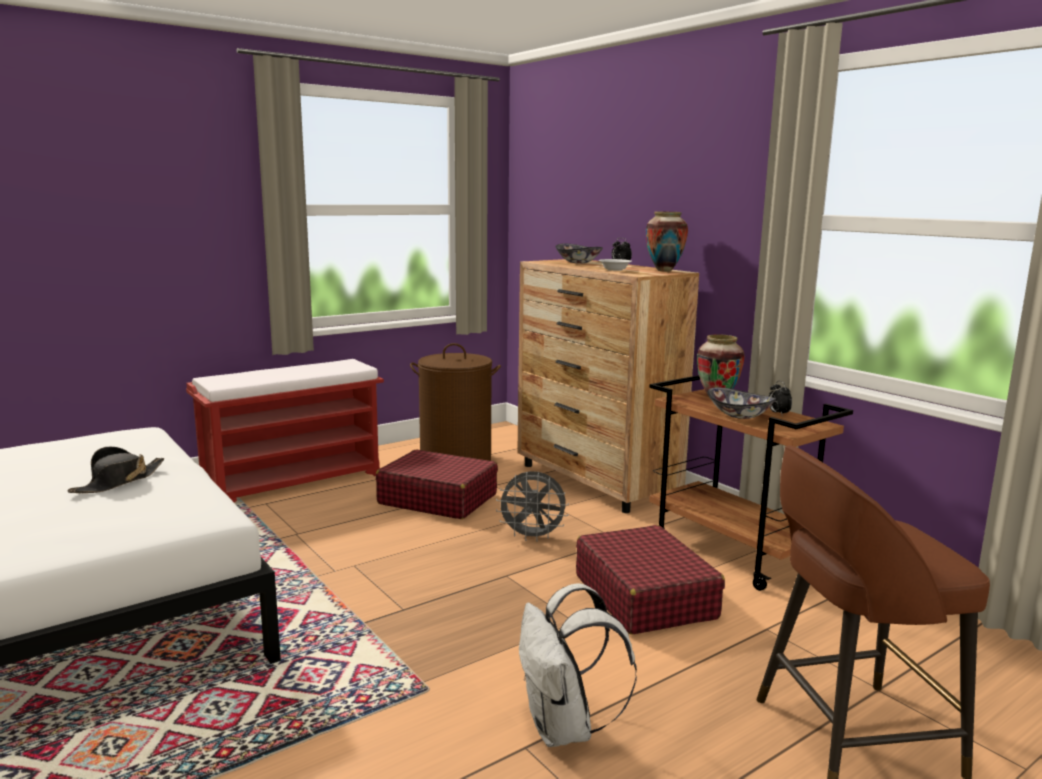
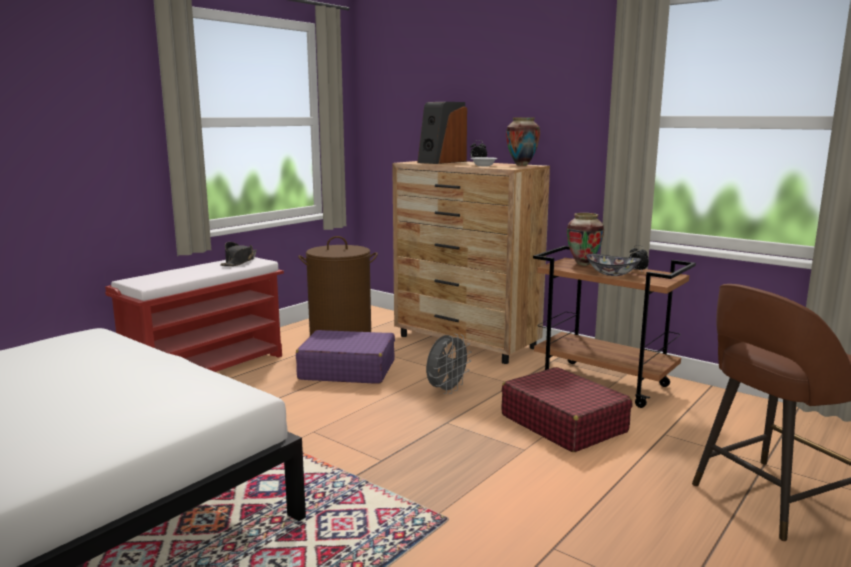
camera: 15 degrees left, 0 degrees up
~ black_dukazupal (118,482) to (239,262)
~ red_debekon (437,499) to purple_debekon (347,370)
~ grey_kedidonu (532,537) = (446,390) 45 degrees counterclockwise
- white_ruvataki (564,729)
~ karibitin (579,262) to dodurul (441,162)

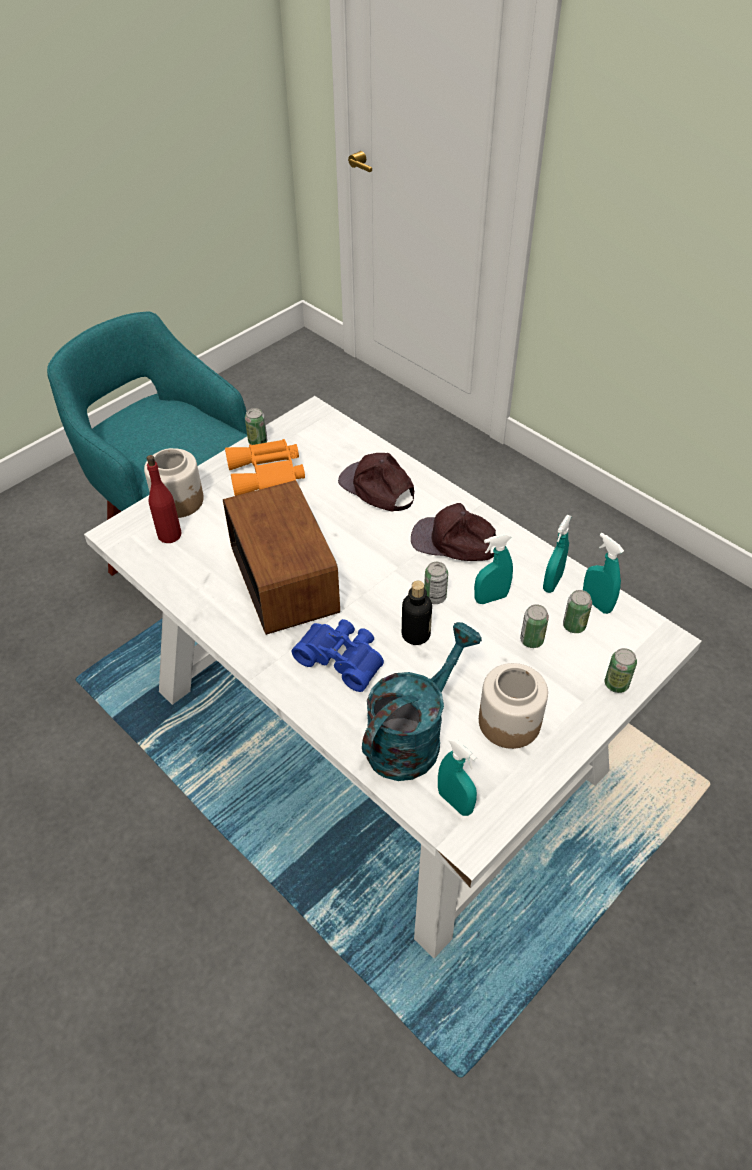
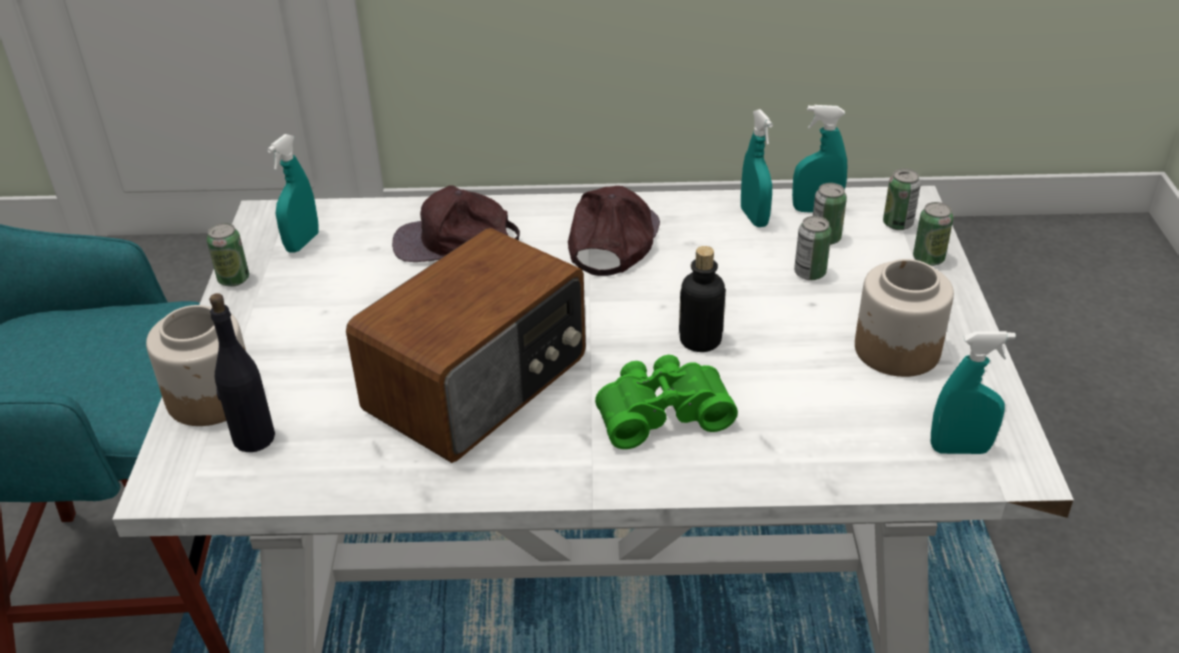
camera: 45 degrees left, 10 degrees down
~ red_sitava (169,535) to black_sitava (253,438)
~ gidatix (286,578) = (480,384) 105 degrees clockwise
- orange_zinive (267,475)
~ blue_zinive (342,658) to green_zinive (661,412)
- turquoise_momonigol (412,736)
~ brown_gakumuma (454,542) = (612,240) 135 degrees clockwise
~ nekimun (435,597) to (897,224)
~ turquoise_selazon (491,598) to (302,242)

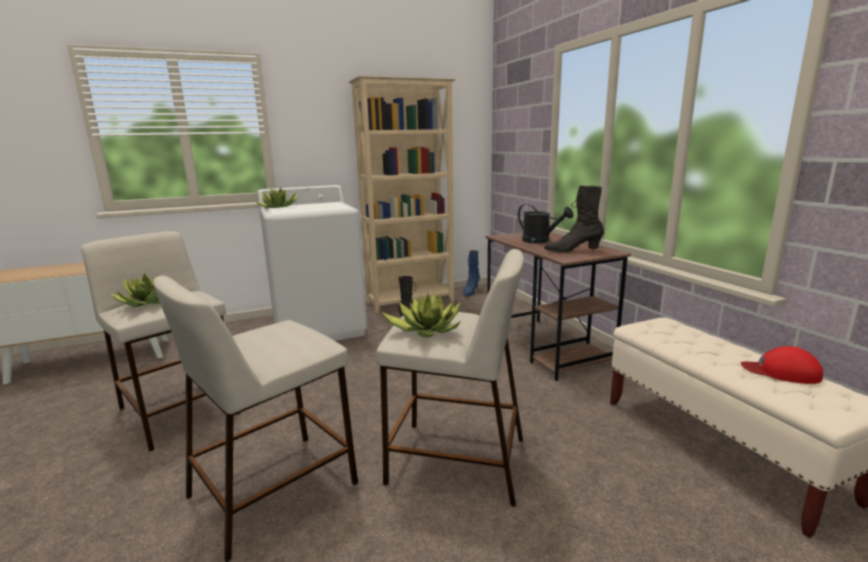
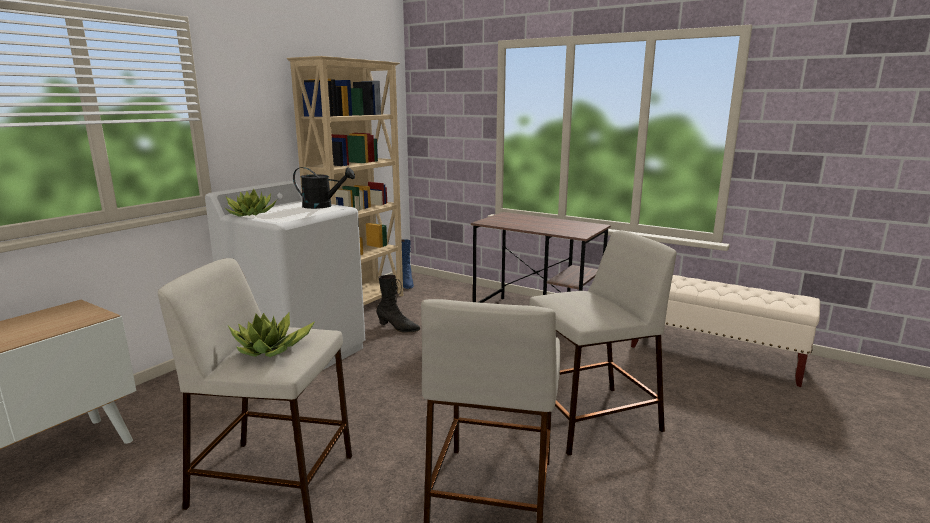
camera: 35 degrees left, 0 degrees up
- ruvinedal (426,329)
~ black_momonigol (540,241) to (323,206)
- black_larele (572,250)
- red_gakumuma (781,372)

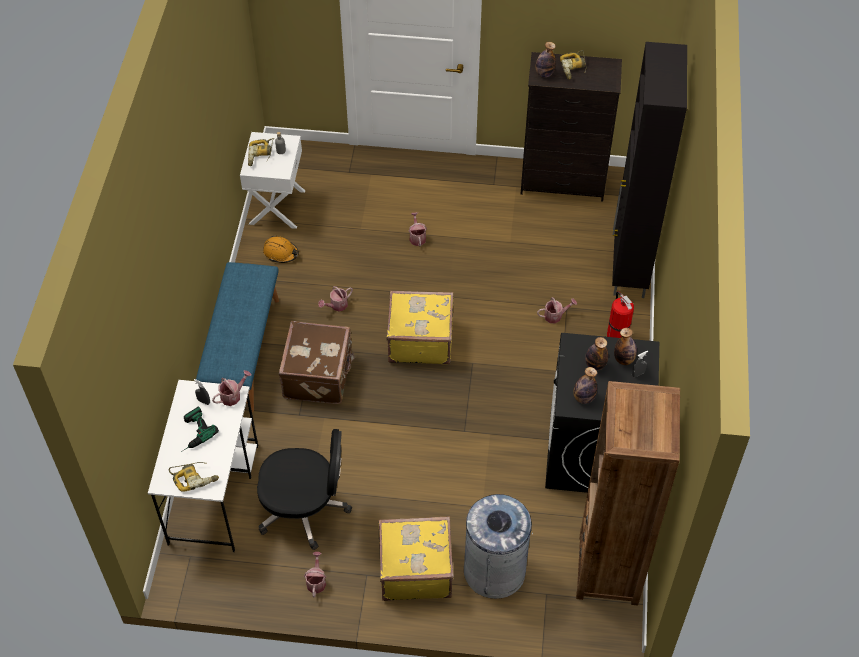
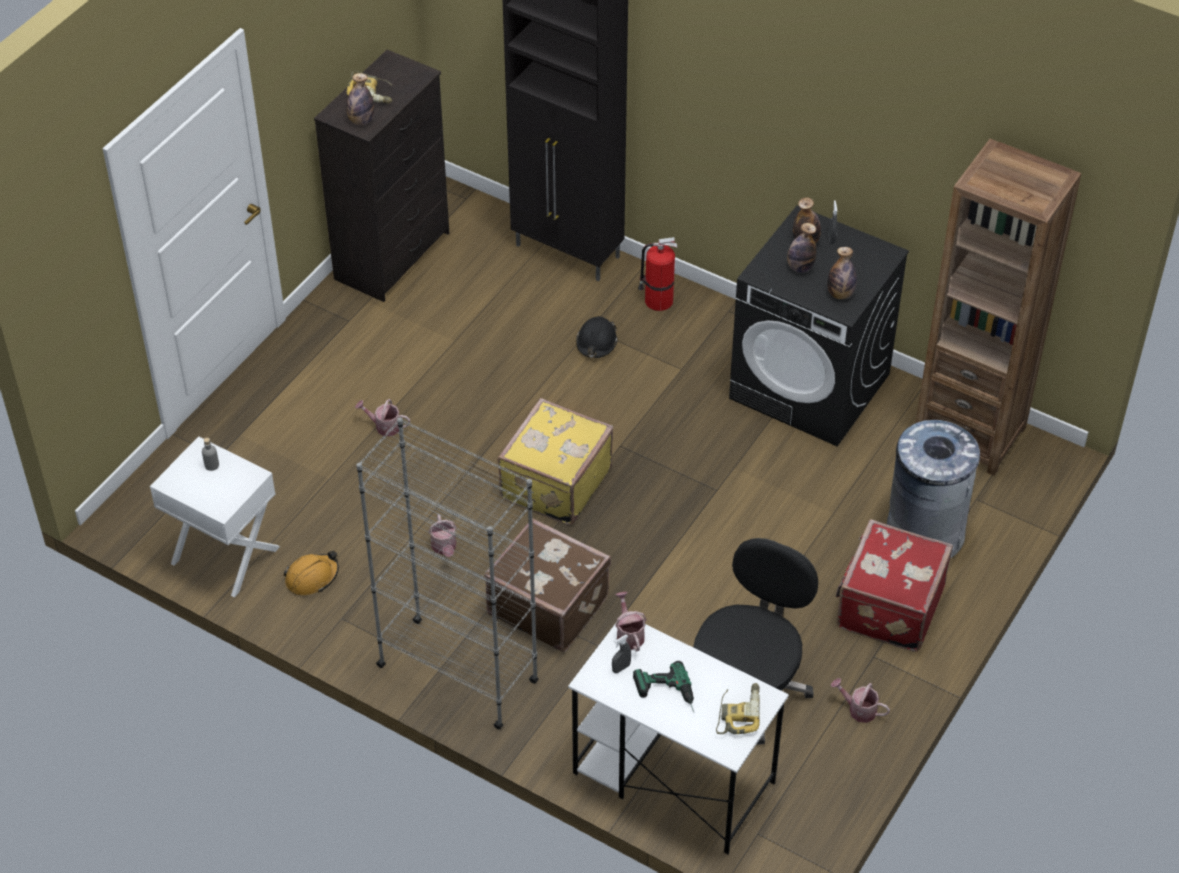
camera: 65 degrees left, 5 degrees down
~ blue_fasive (242,351) to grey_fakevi (458,674)
- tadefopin (261,155)
~ yellow_debekon (415,569) to red_debekon (888,606)
~ momonigol (555,316) to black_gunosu (596,343)

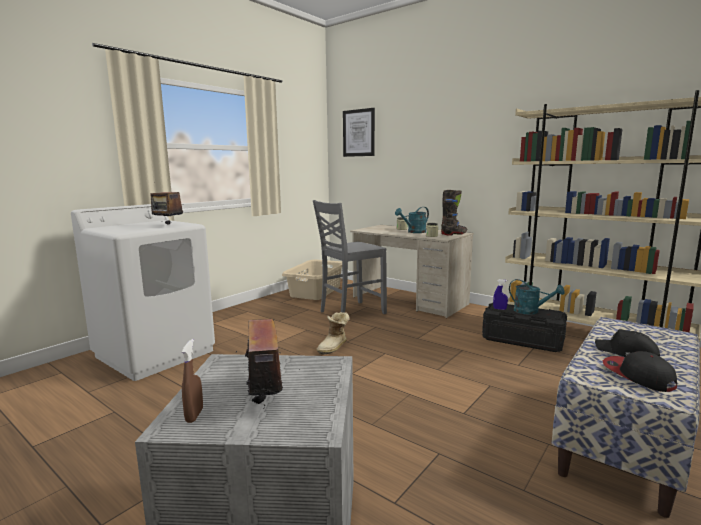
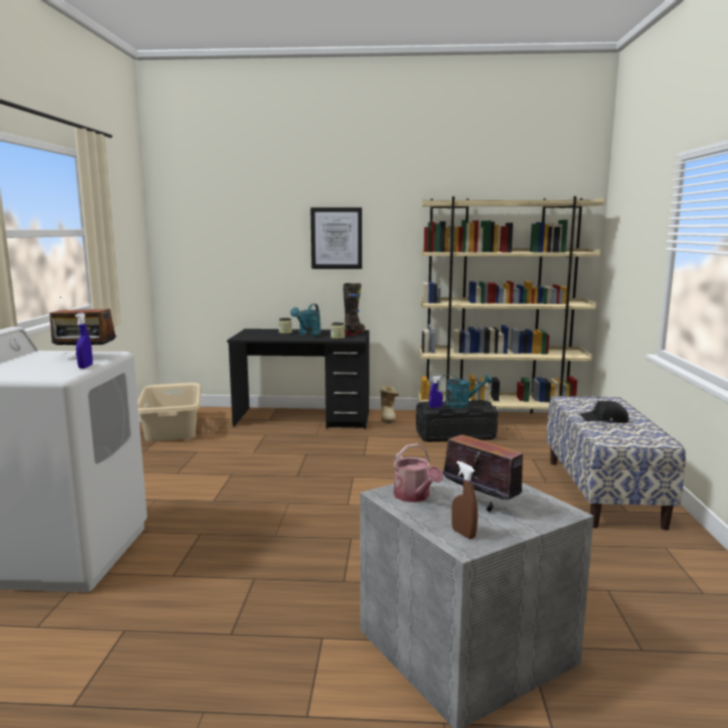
camera: 35 degrees left, 0 degrees up
- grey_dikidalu (350,312)
~ larele (334,347) to (388,417)
~ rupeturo (359,133) to (336,238)
~ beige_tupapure (409,301) to black_tupapure (303,418)
- gakumuma (637,375)
+ blue_selazon (85,367)
+ momonigol (414,496)

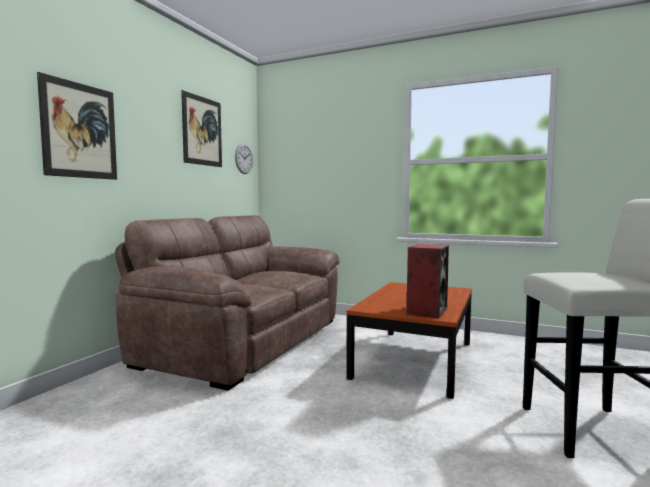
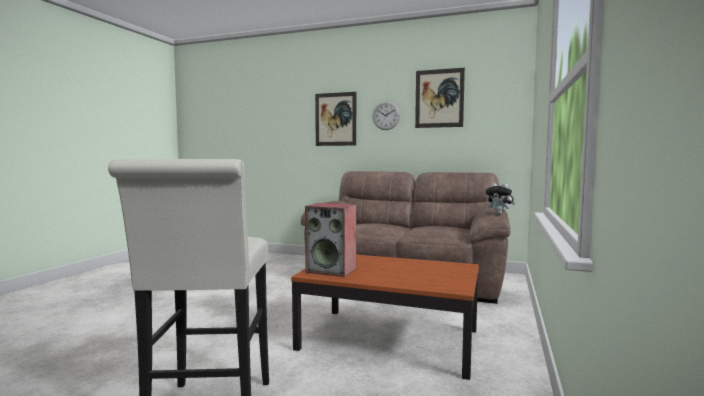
camera: 85 degrees right, 0 degrees up
~ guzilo (244,158) to (386,115)
+ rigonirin (499,214)

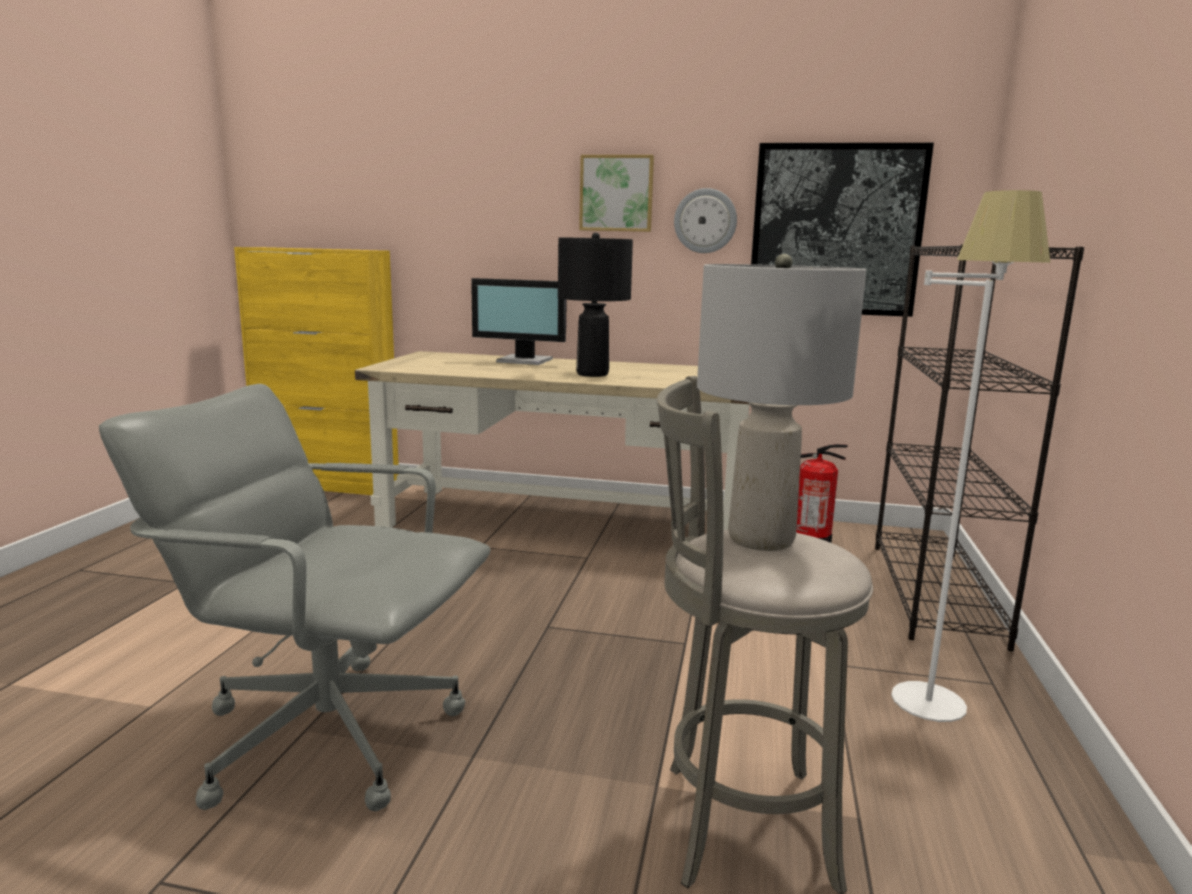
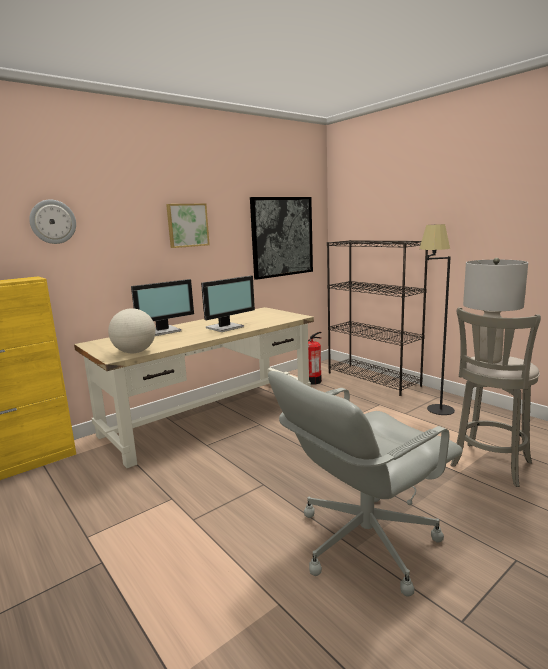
camera: 50 degrees left, 0 degrees up
~ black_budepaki (593,374) to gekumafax (226,327)
~ guzilo (705,221) to (53,222)
~ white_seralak (932,686) to black_seralak (432,405)
+ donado (135,352)

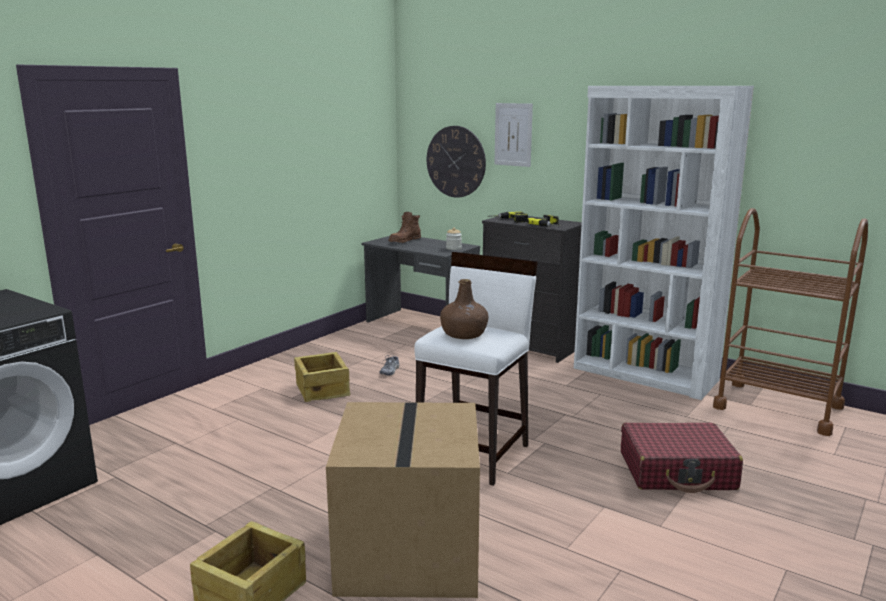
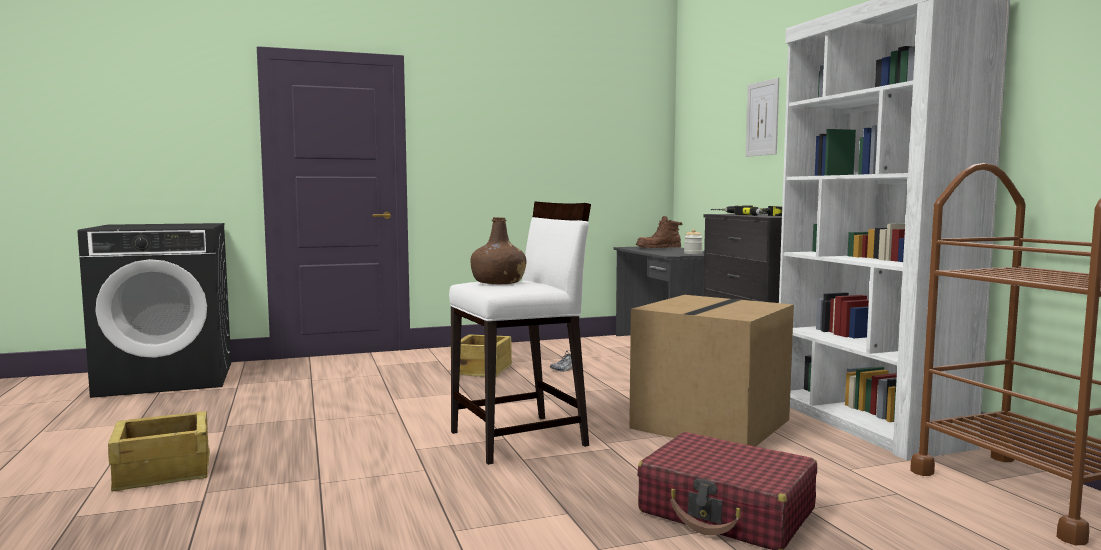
camera: 35 degrees right, 10 degrees down
~ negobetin (407,550) to (709,423)
- guzilo (456,161)

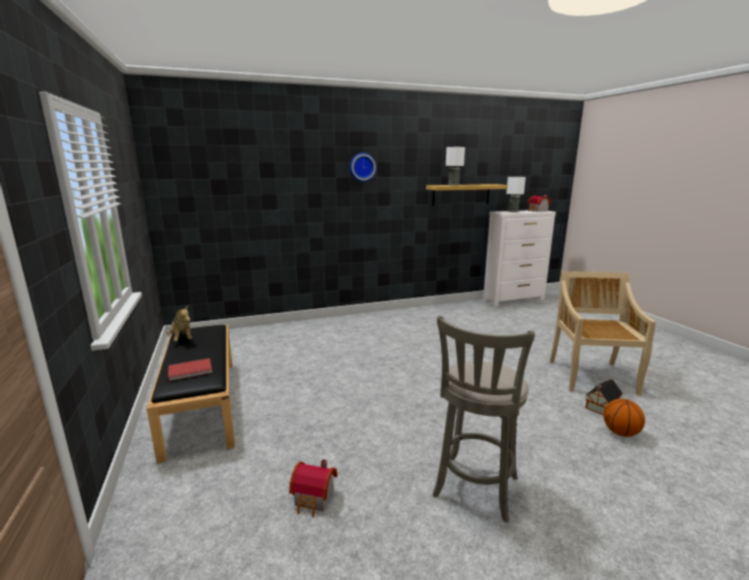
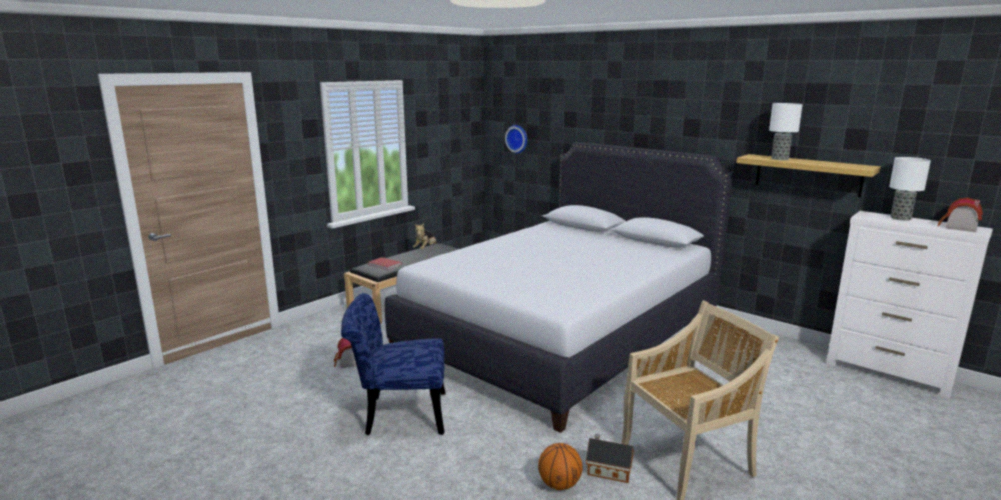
camera: 60 degrees right, 0 degrees up
~ guzilo (362,167) to (517,139)
~ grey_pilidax (474,490) to blue_dikidalu (398,414)
+ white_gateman (561,336)

